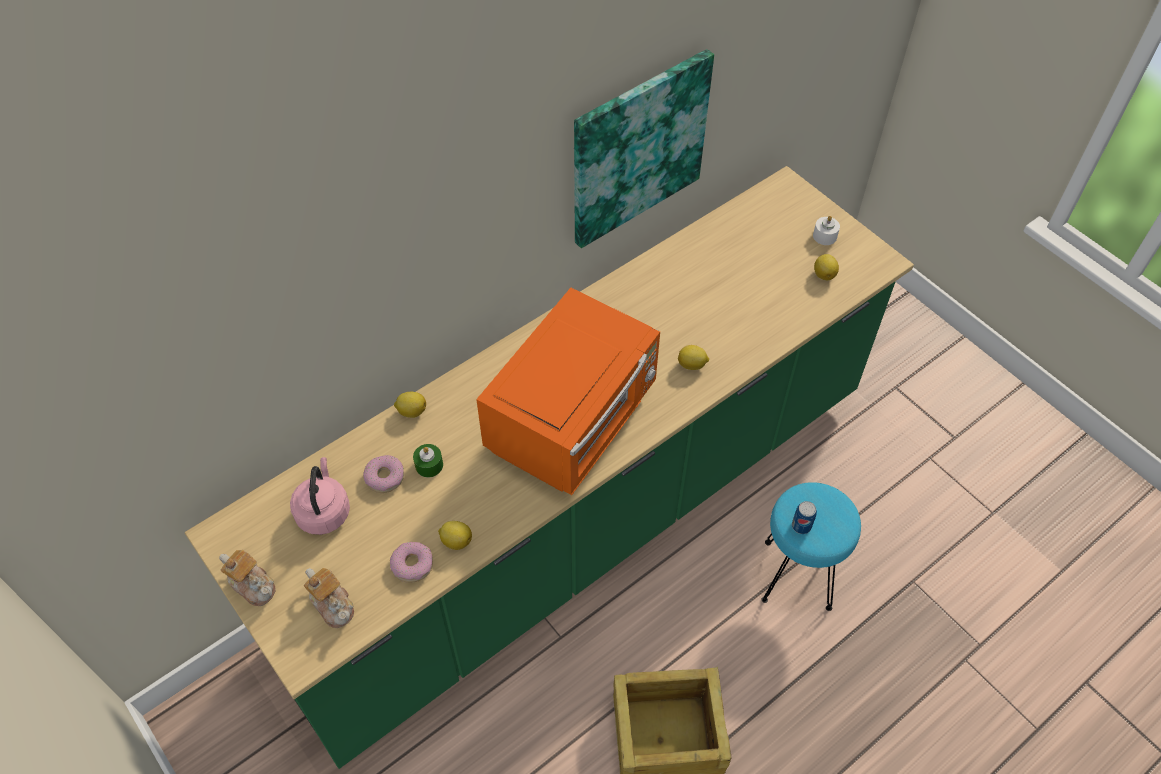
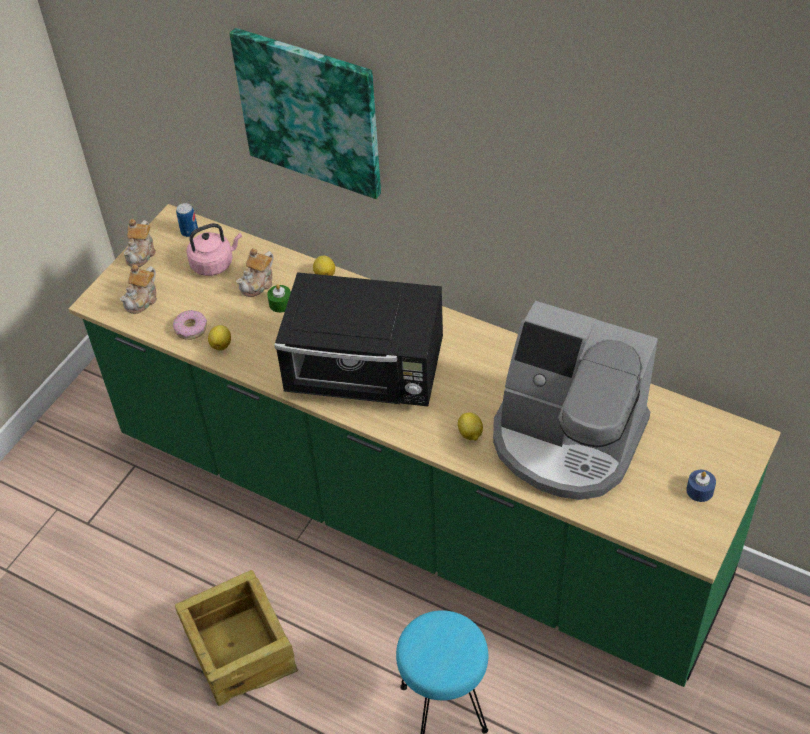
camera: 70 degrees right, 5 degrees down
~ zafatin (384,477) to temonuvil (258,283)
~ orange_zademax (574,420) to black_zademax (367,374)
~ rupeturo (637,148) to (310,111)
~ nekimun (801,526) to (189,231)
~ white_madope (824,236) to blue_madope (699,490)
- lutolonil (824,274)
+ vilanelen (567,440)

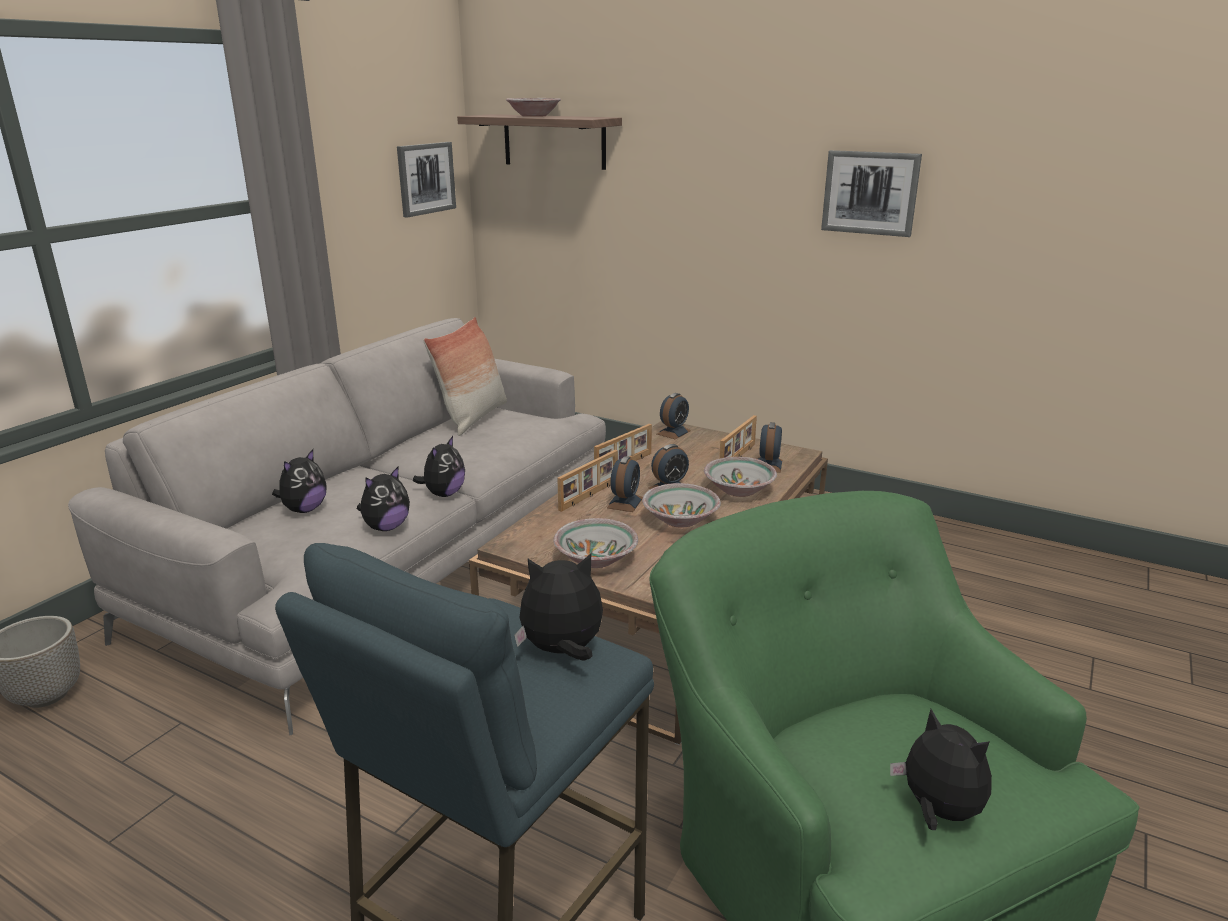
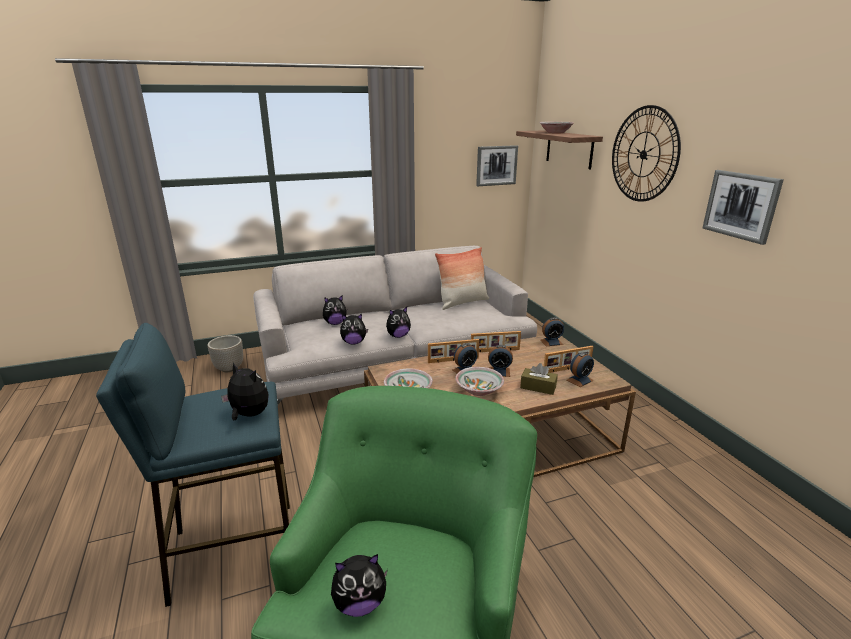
camera: 40 degrees right, 0 degrees up
~ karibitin (739,489) to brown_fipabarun (538,387)
~ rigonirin (937,811) = (360,603) 75 degrees clockwise
+ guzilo (643,154)

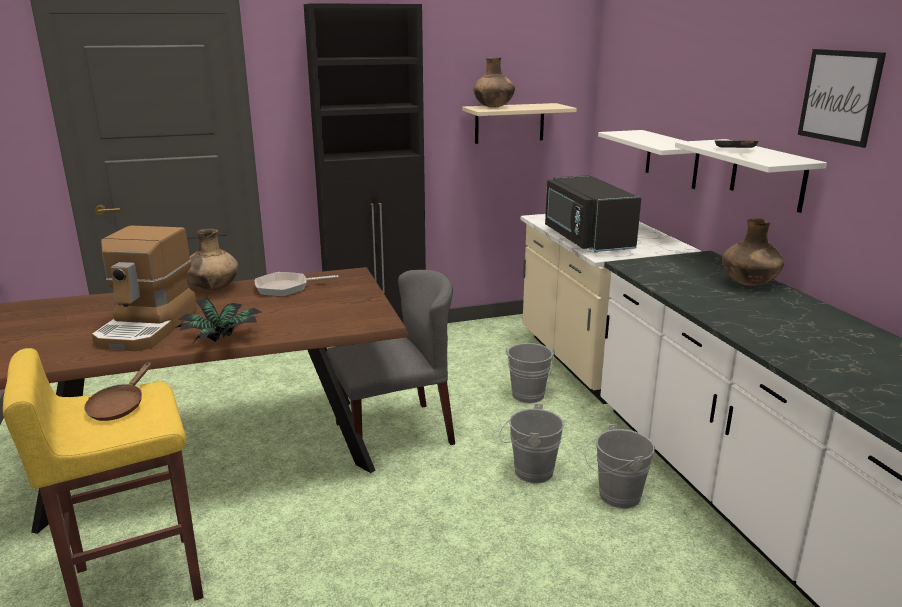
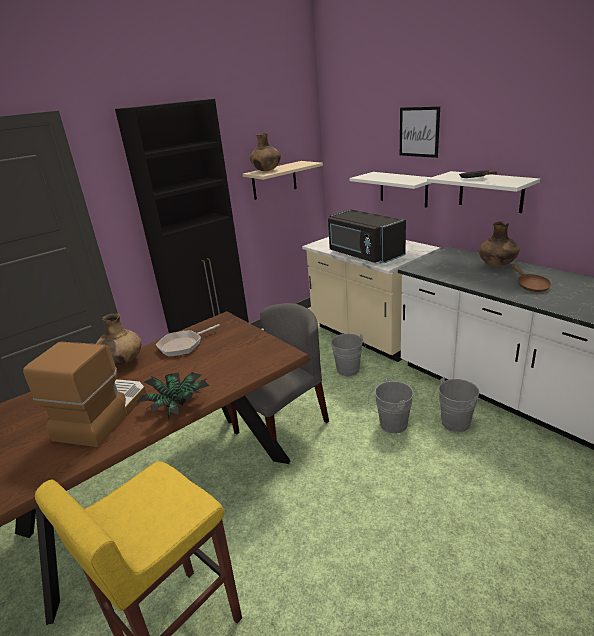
camera: 20 degrees left, 5 degrees up
~ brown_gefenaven (119,406) to (530,286)
~ vilanelen (148,327) = (102,415) 150 degrees counterclockwise
~ rupeturo (839,96) to (419,132)

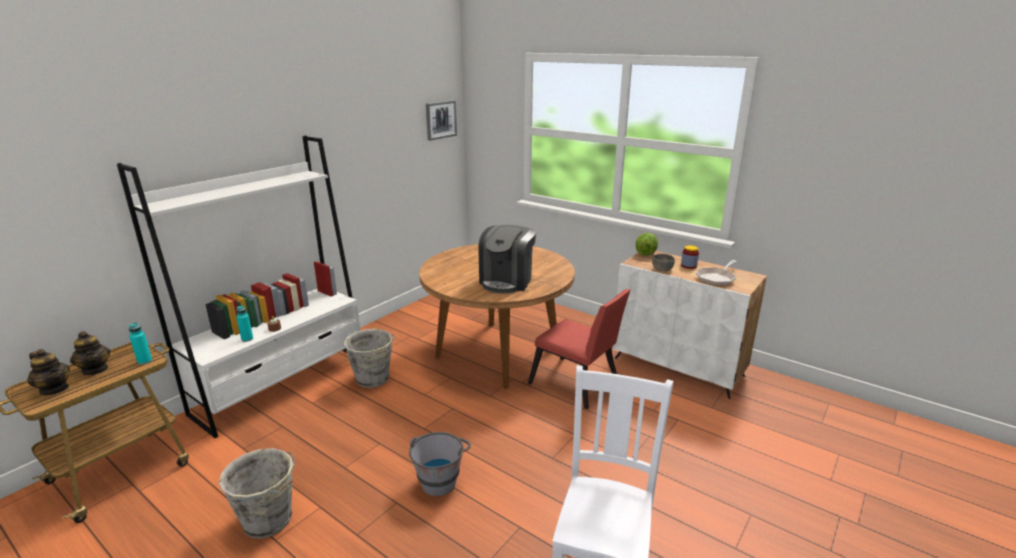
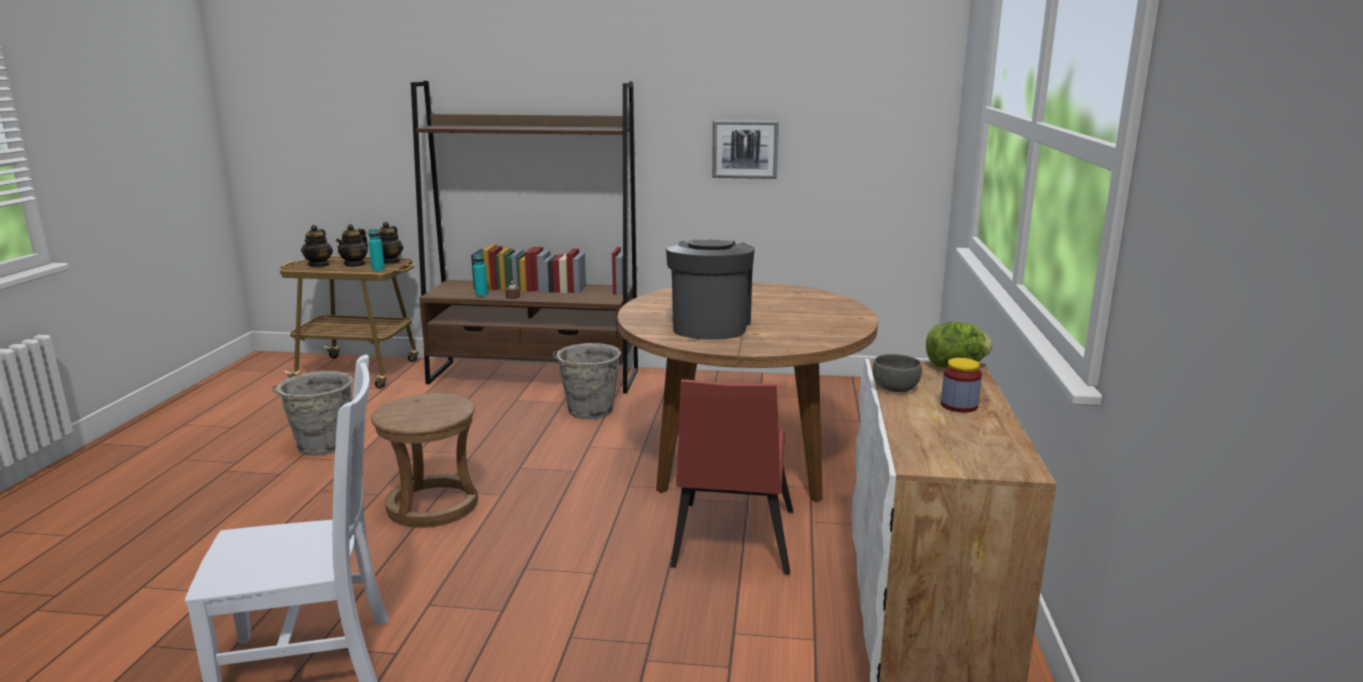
camera: 60 degrees right, 5 degrees down
~ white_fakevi (283,384) to brown_fakevi (534,377)
~ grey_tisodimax (440,478) to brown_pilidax (433,505)
~ rupeturo (440,120) to (745,149)
~ vilanelen (507,281) = (710,325) 105 degrees clockwise
- gefenaven (716,278)
+ temonuvil (390,261)

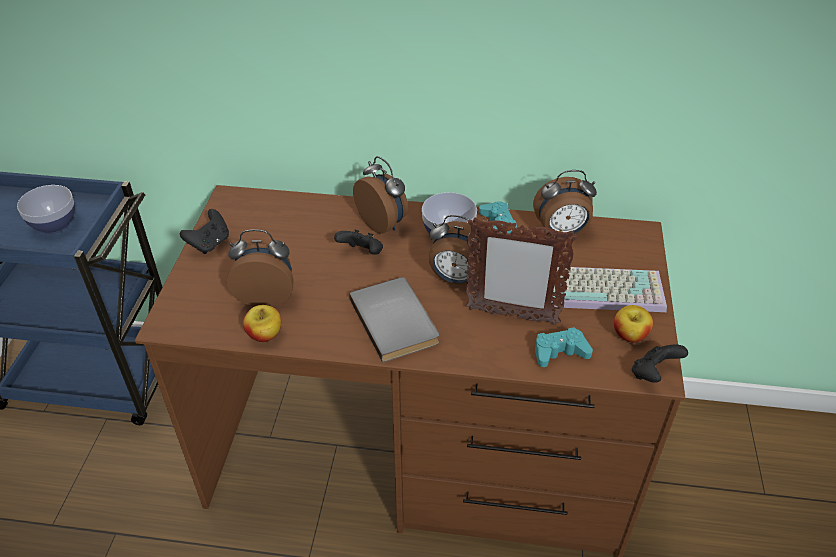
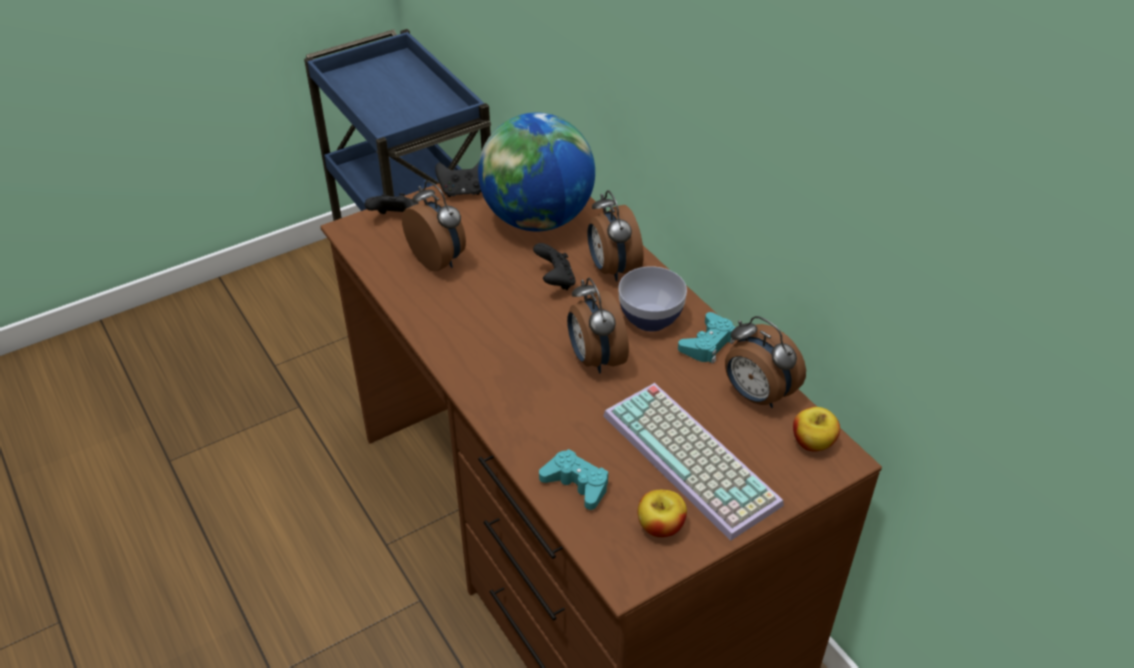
camera: 50 degrees right, 0 degrees up
- karibitin (54,224)
~ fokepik (264,334) to (812,442)
- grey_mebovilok (397,320)
~ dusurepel (383,223) = (612,269) 150 degrees clockwise
- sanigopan (511,316)
~ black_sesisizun (653,374) to (396,219)
+ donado (537,219)

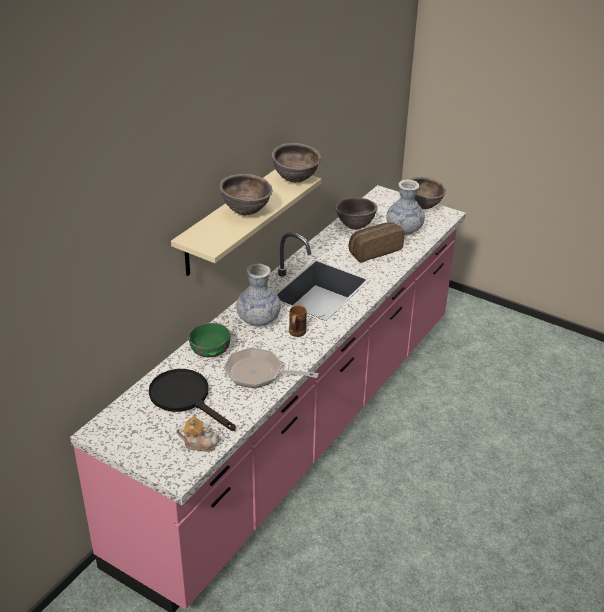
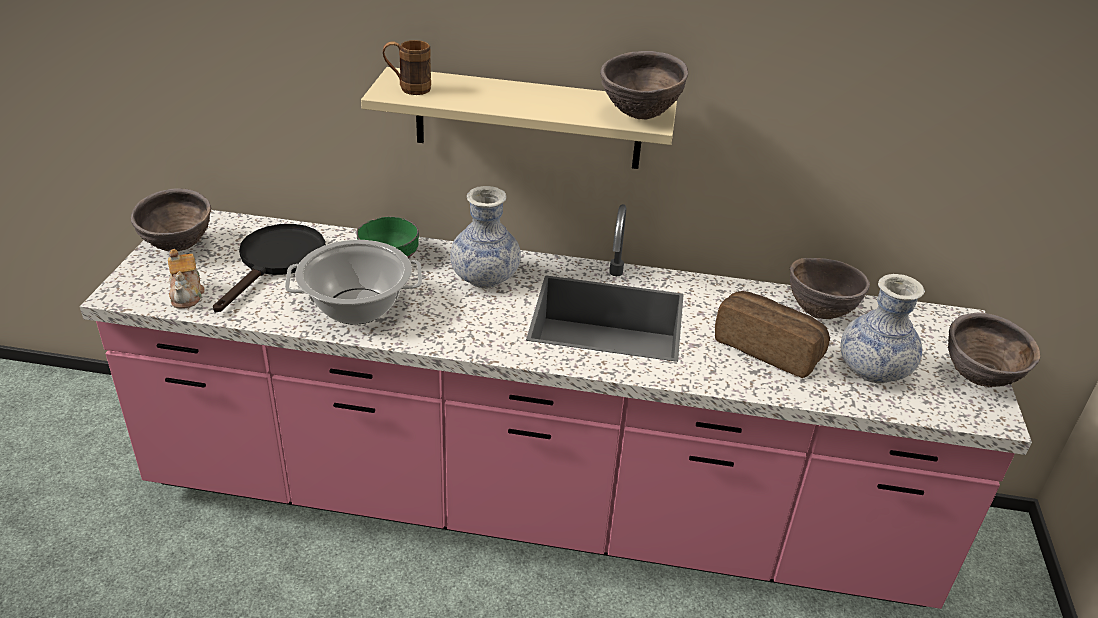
camera: 65 degrees right, 0 degrees up
~ brown_karibitin (246,212) to (178,247)
~ gefenaven (259,373) to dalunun (356,307)
~ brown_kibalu (296,334) to (408,89)

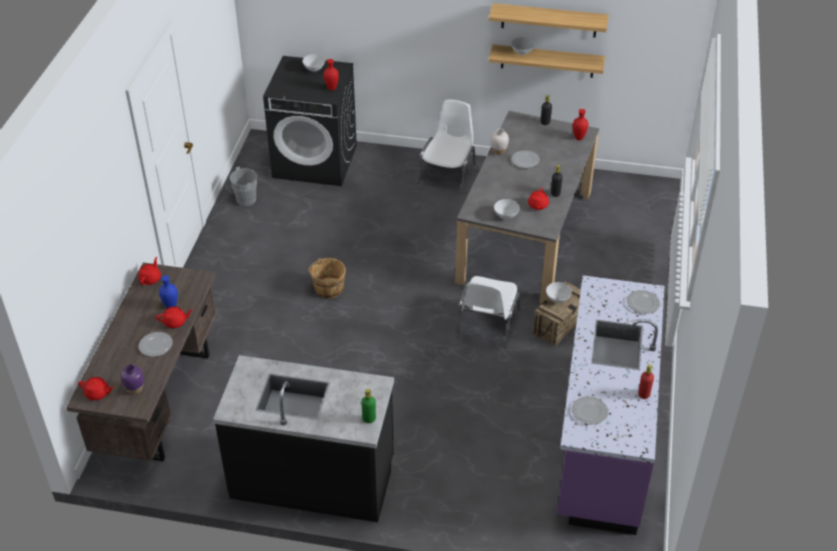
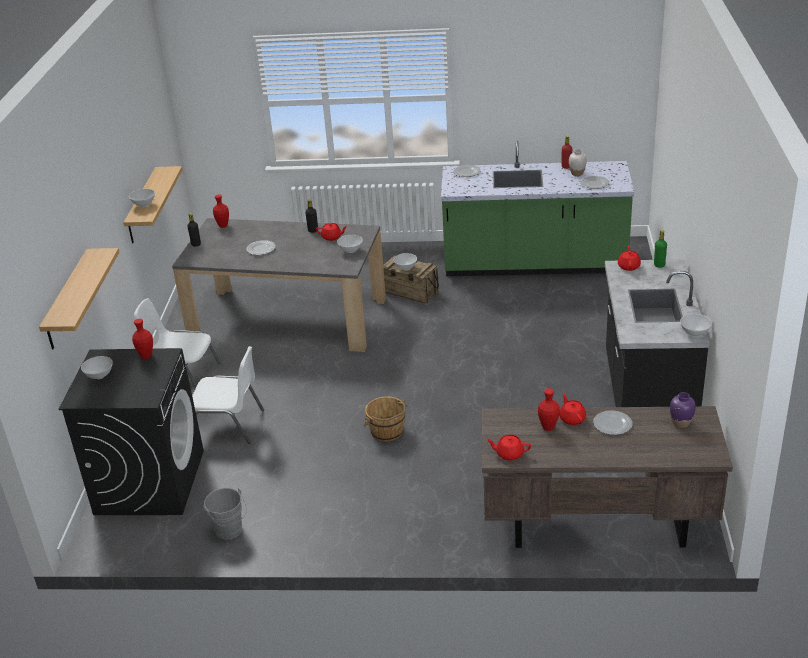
camera: 95 degrees left, 10 degrees down
~ red_temonuvil (98,393) to (629,266)
~ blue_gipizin (171,306) to red_gipizin (548,427)
~ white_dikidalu (487,324) to (229,425)
~ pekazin (549,20) to (67,300)
~ white_gipizin (498,151) to (577,174)
~ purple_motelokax (602,438) to green_motelokax (534,264)
+ white_karibitin (694,333)

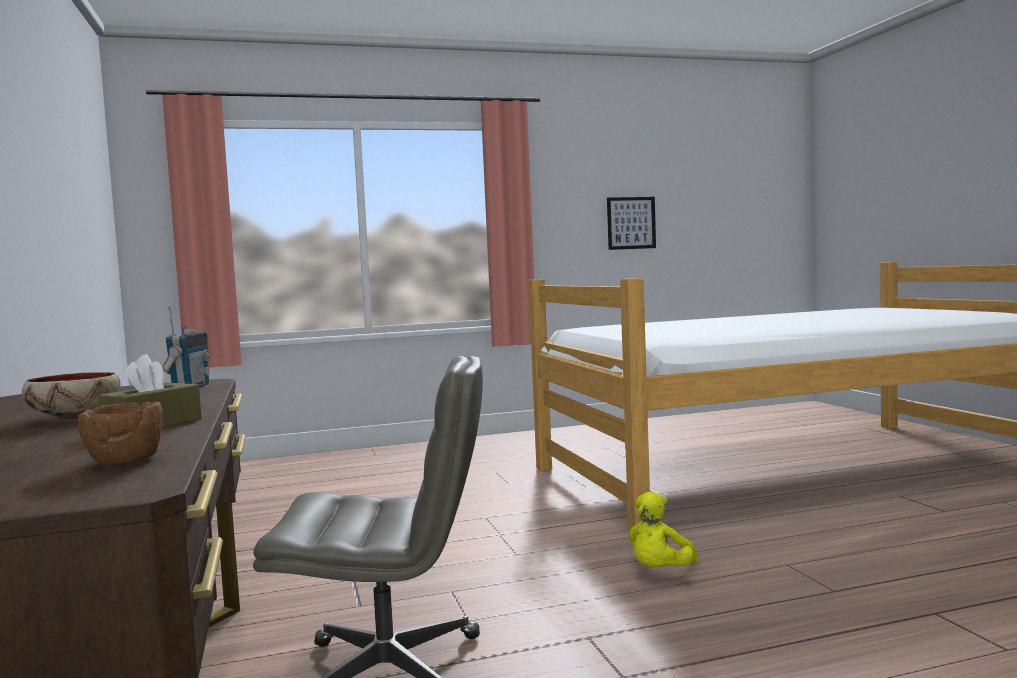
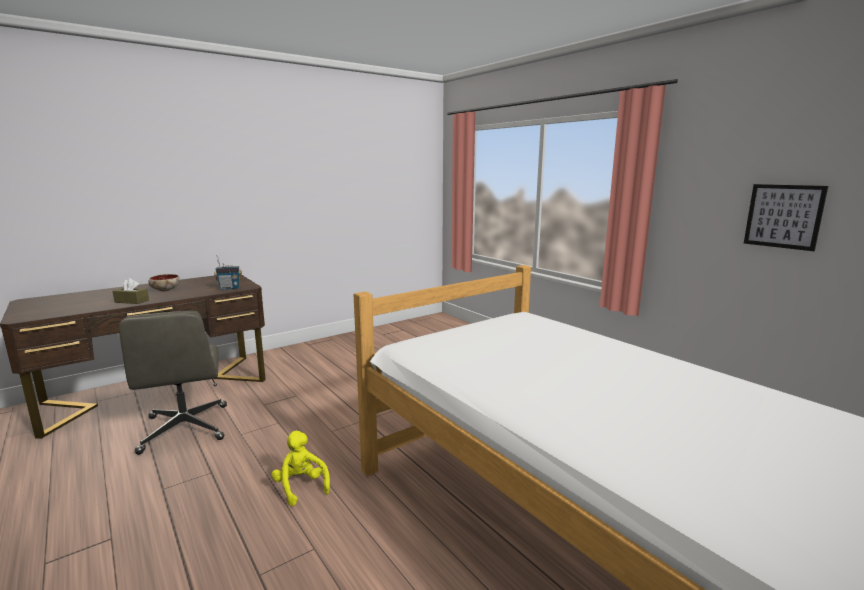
camera: 70 degrees right, 10 degrees up
- brown_karibitin (125,460)
~ yellow_rigonirin (660,572) = (301,487) 45 degrees clockwise

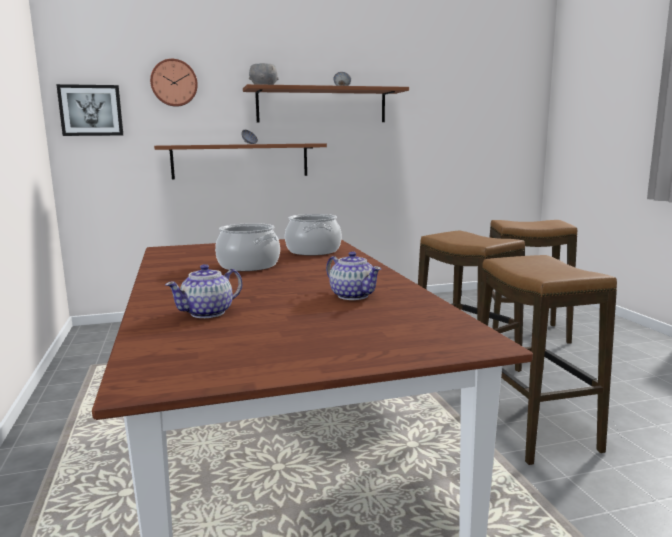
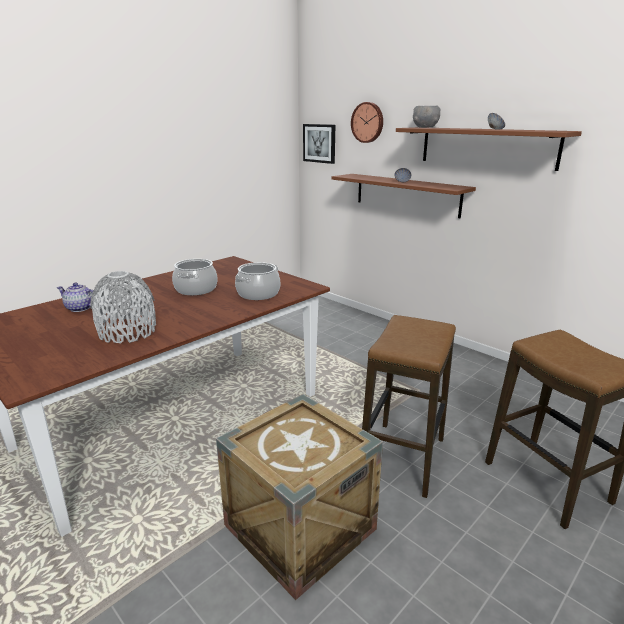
camera: 60 degrees right, 10 degrees up
~ temonuvil (352,295) to grey_gipizin (127,331)
~ pilidax (532,429) to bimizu (300,527)

